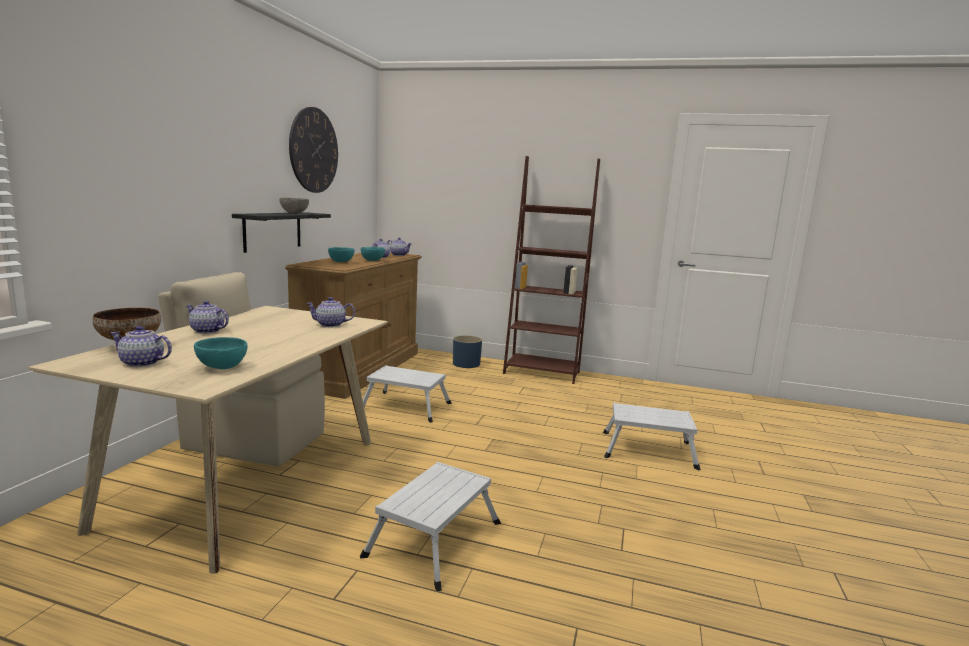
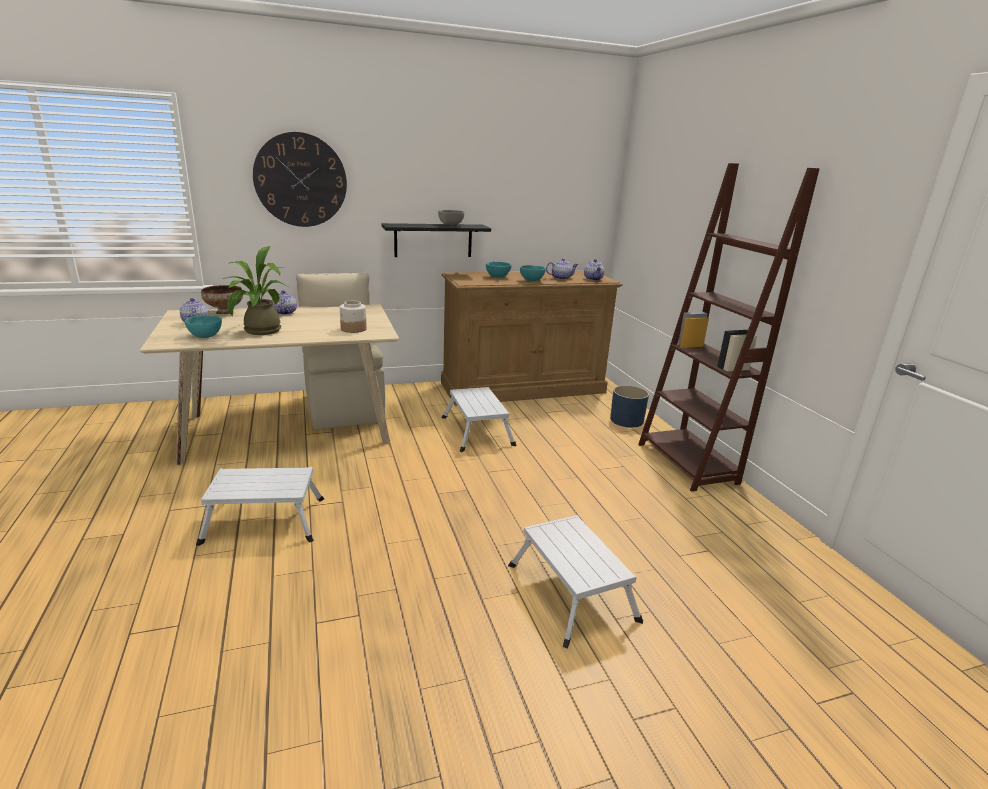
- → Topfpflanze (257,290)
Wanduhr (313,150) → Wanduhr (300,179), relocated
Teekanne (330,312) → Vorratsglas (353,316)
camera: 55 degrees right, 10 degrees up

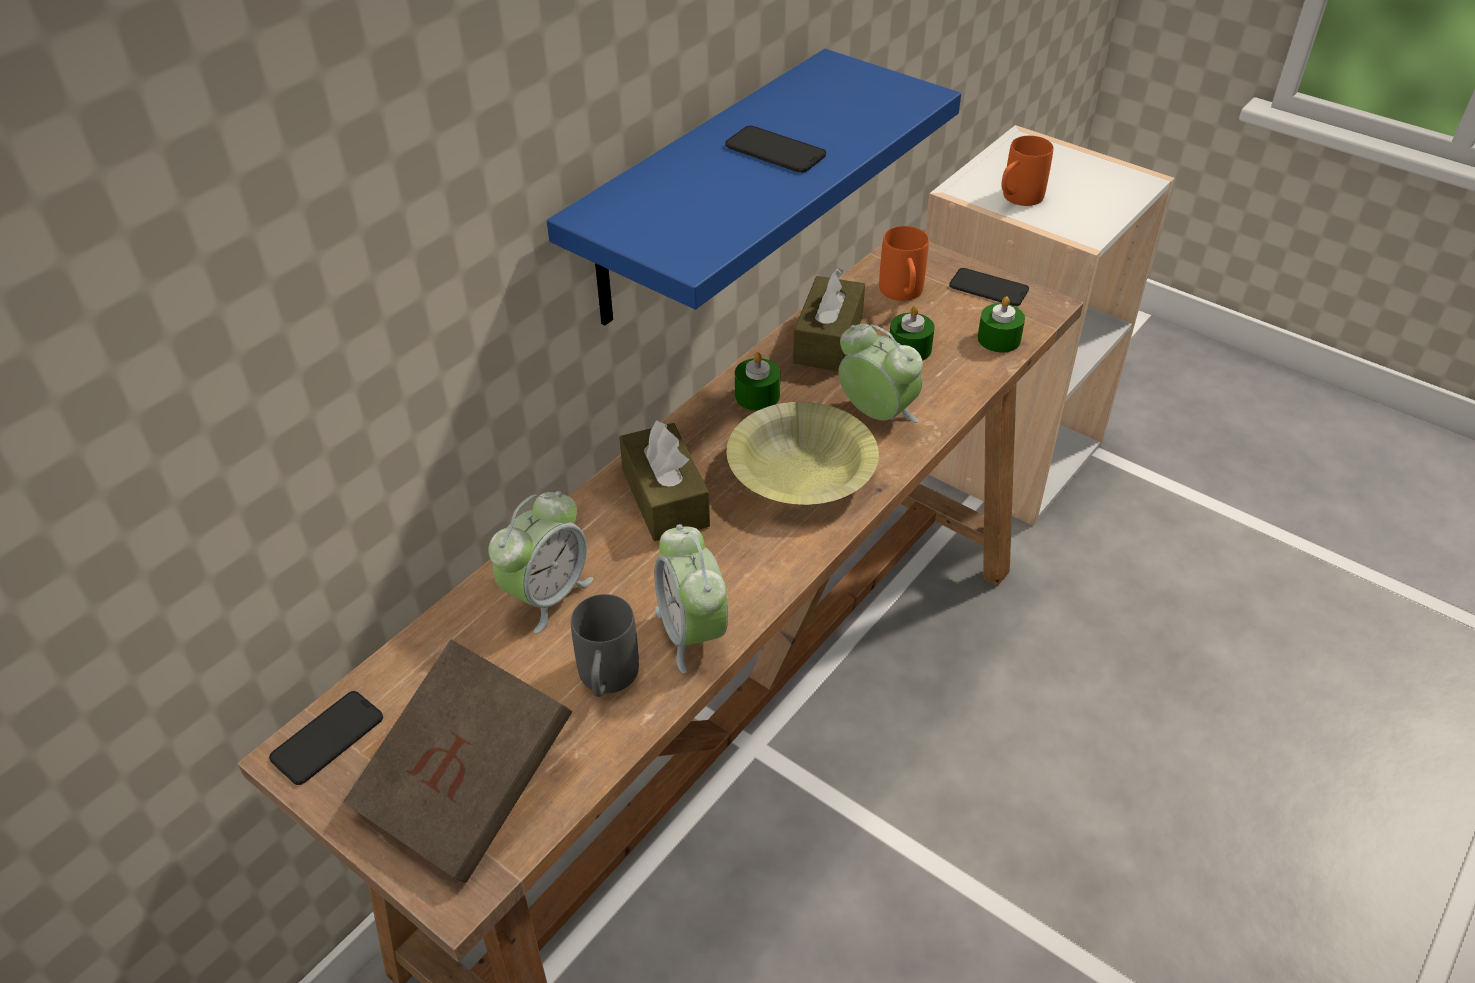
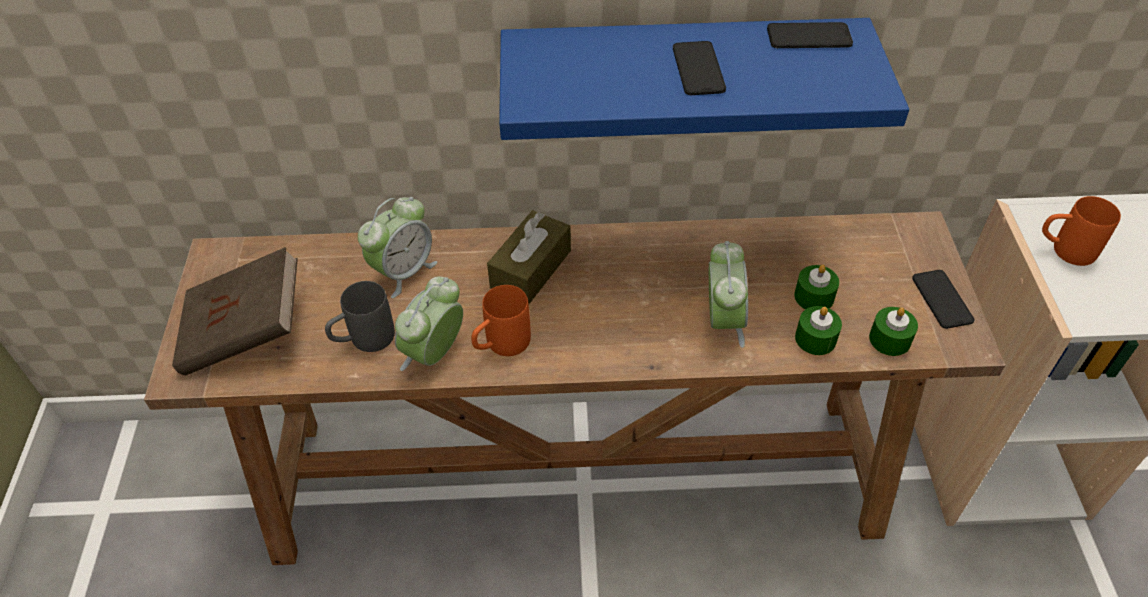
Wecker (540,562) → Wecker (398,247), 45 degrees counterclockwise
Henkelbecher (orange) (904,263) → Henkelbecher (orange) (501,320), relocated
Handy (326,738) → Handy (810,35), relocated
Kerze (grün) (757,381) → Kerze (grün) (818,330), relocated
Schüssel (gelb) (803,453) → -
Taschentuchbox (braun) (829,319) → -
camera: 50 degrees right, 5 degrees up

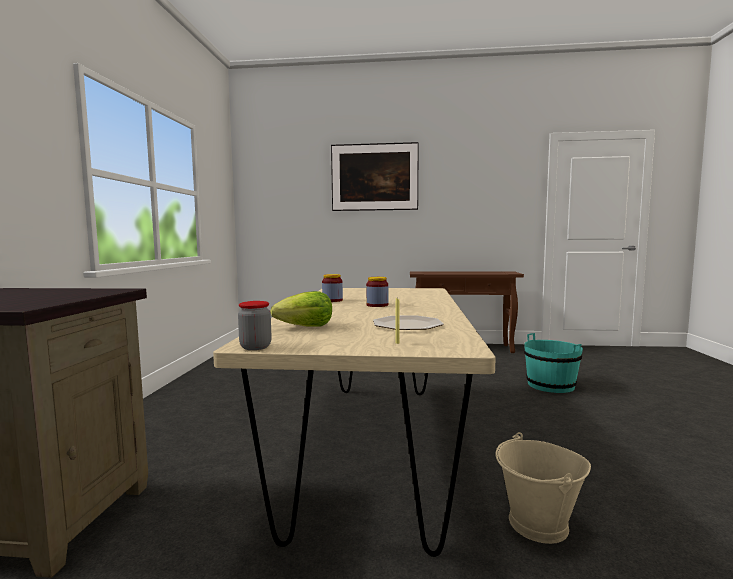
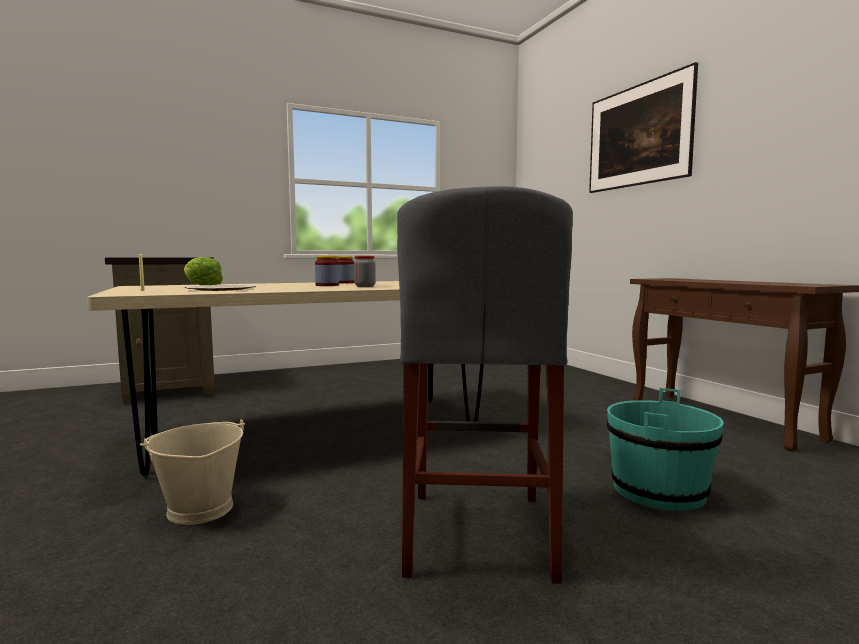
Vorratsglas (255,325) → Vorratsglas (365,271), relocated
- → Hocker (grau) (485,385)
camera: 60 degrees right, 0 degrees up

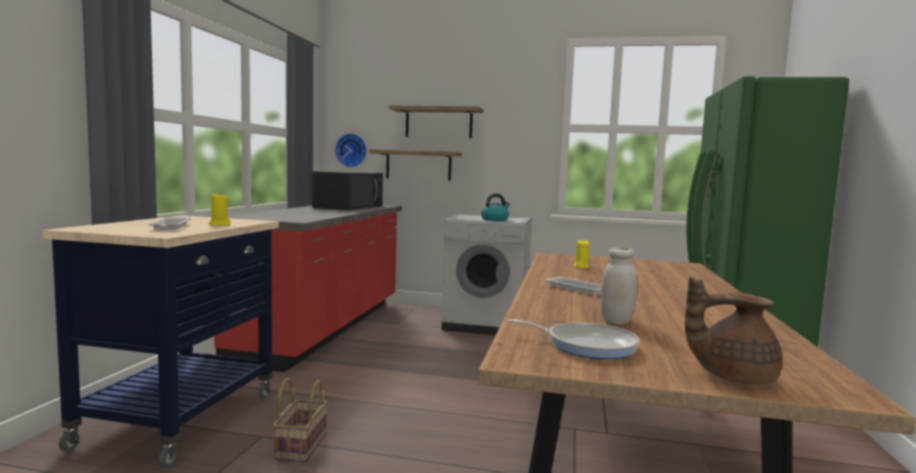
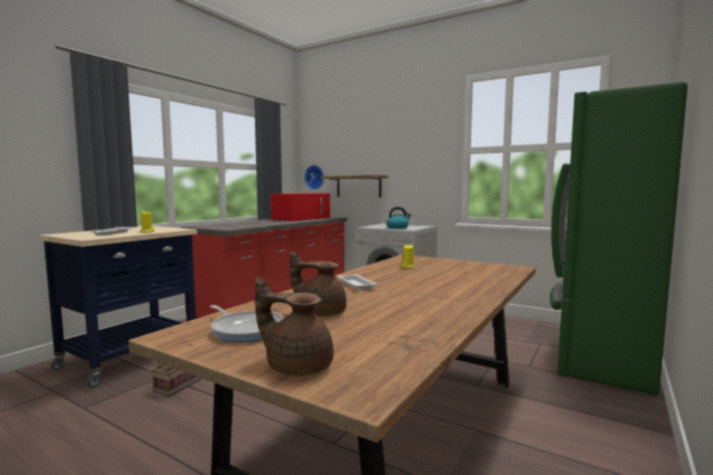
Mikrowelle (schwarz) (347,190) → Mikrowelle (rot) (300,207)
Vorratsglas (weiß) (619,286) → Teekanne (braun) (318,284)
Wandregal (436,121) → -
camera: 20 degrees right, 0 degrees up

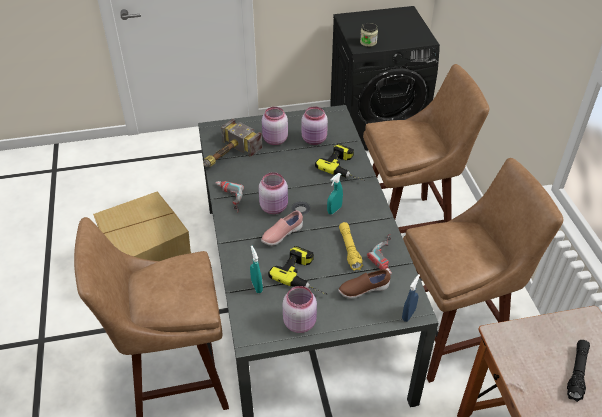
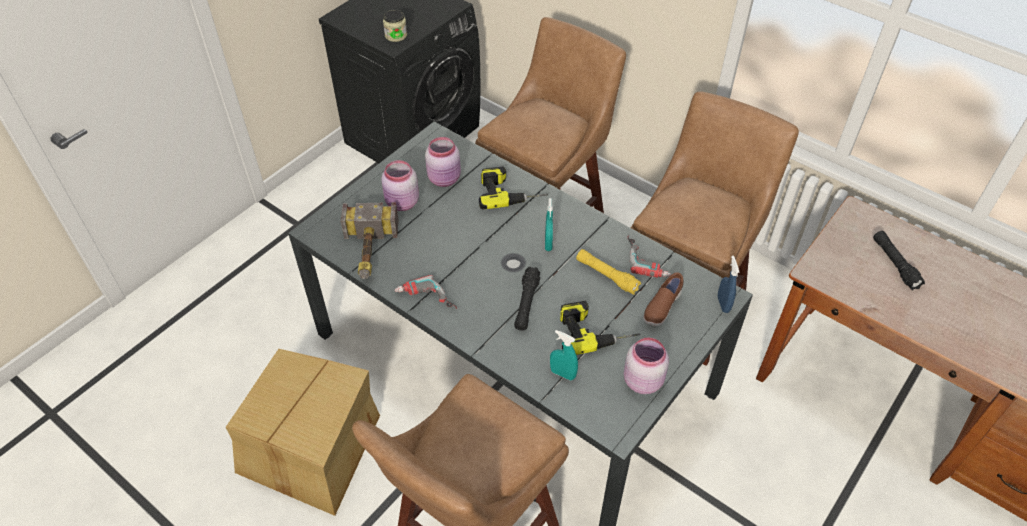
Schuh (rosa) (282,228) → Taschenlampe (schwarz) (527,298)
Vorratsglas (rosa) (273,193) → -
camera: 40 degrees left, 5 degrees up

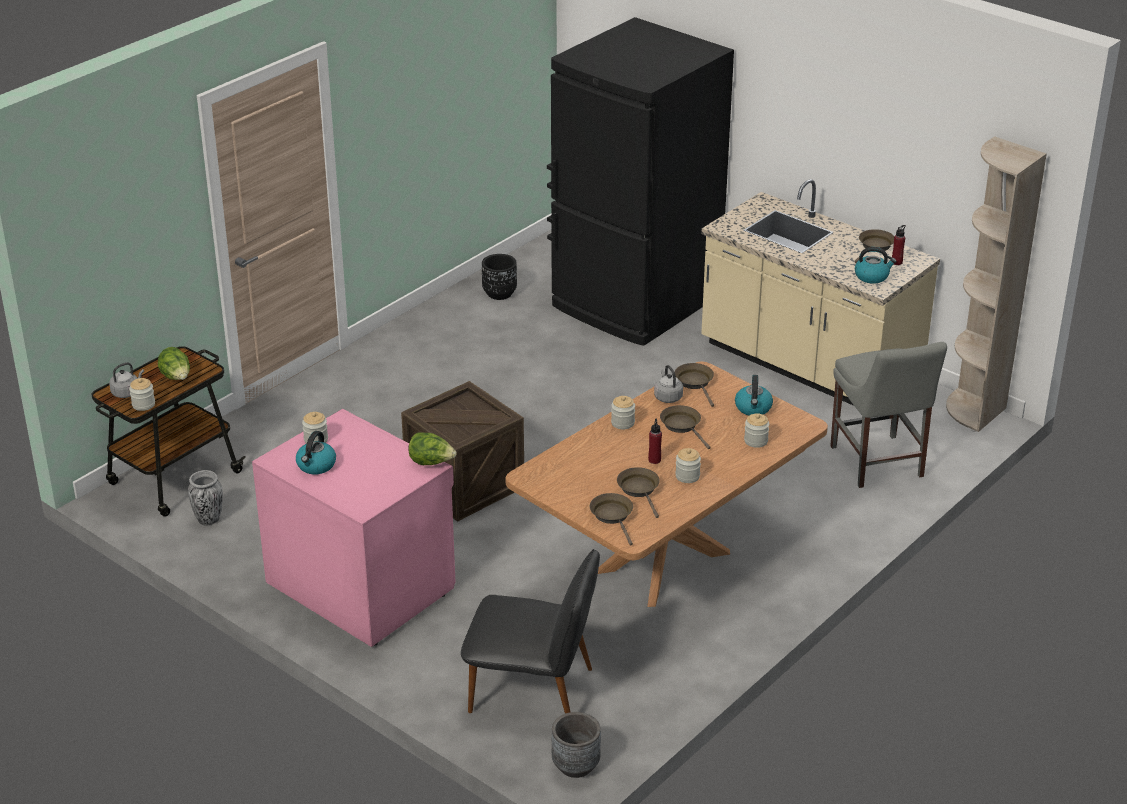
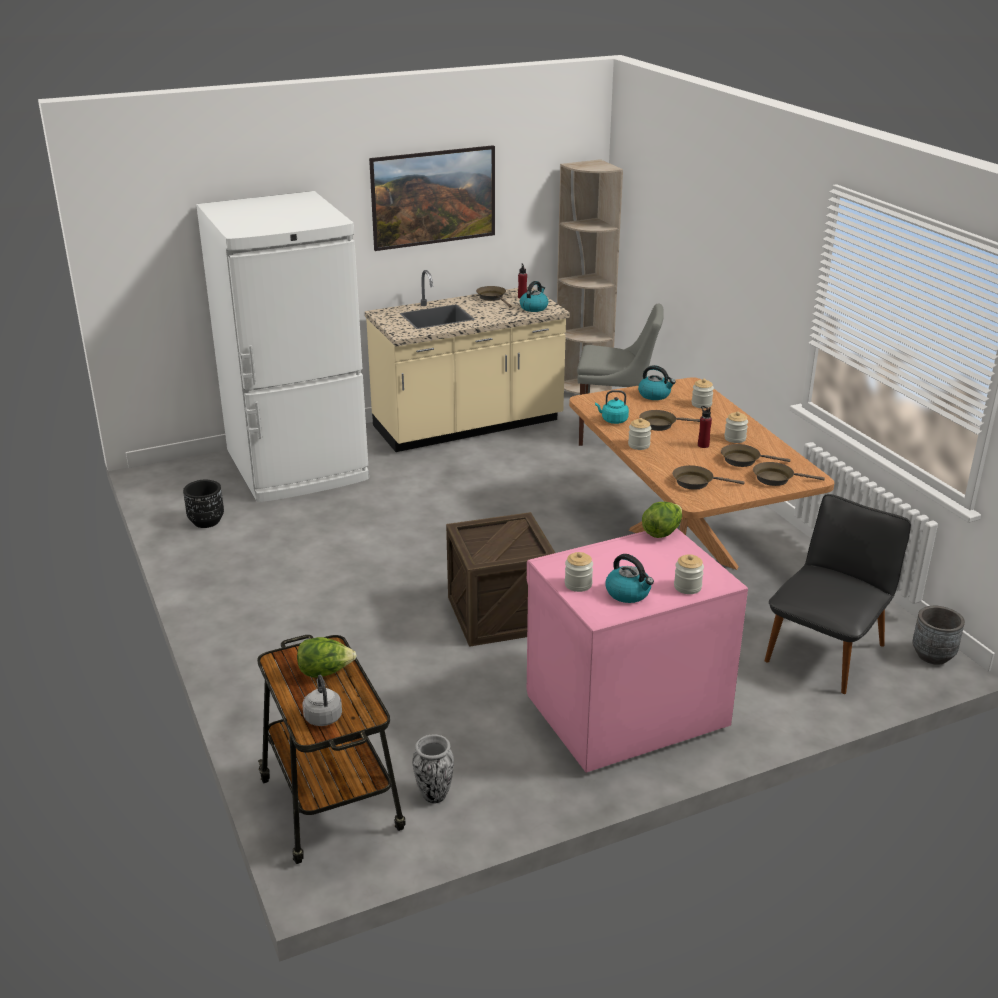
Kühlschrank (schwarz) (640,181) → Kühlschrank (weiß) (282,346)
- → Bild (432,198)
Wasserkessel (grau) (668,384) → Wasserkessel (türkis) (612,407)
Pfanne (braun) (694,385) → Pfanne (braun) (708,477), relocated
Vorratsglas (142,394) → Vorratsglas (689,574), relocated
camera: 65 degrees left, 5 degrees down

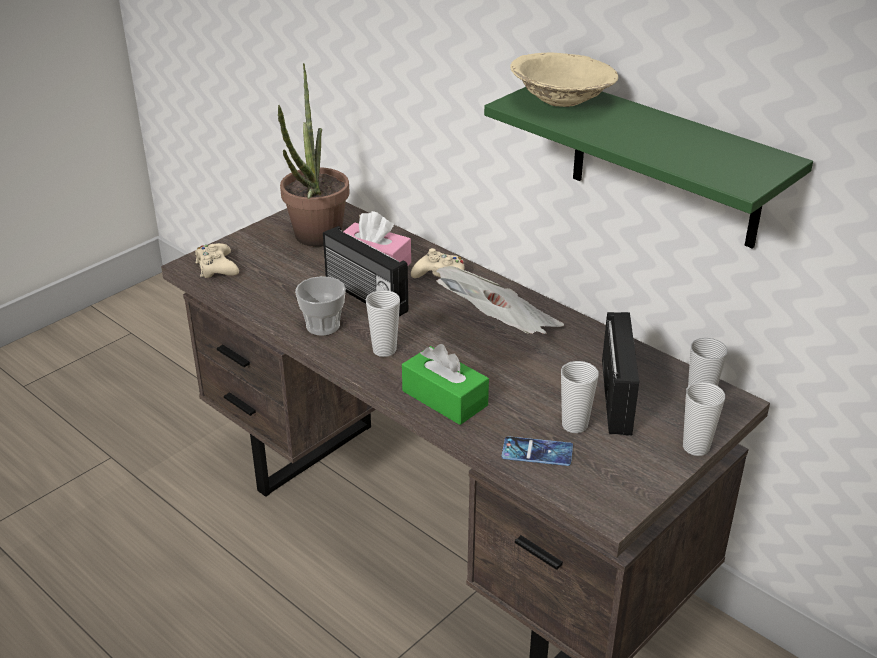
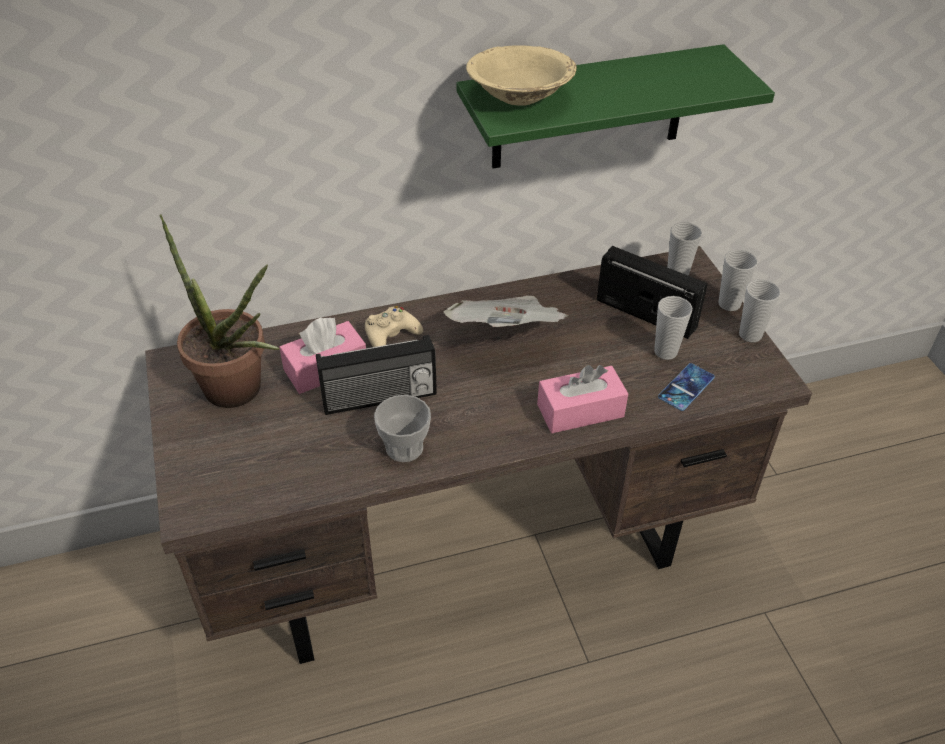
Taschentuchbox (grün) (445,384) → Taschentuchbox (rosa) (582,399)
Tasse (383,323) → Tasse (760,311), relocated
Gamepad (beige) (217,260) → -
camera: 60 degrees left, 10 degrees up

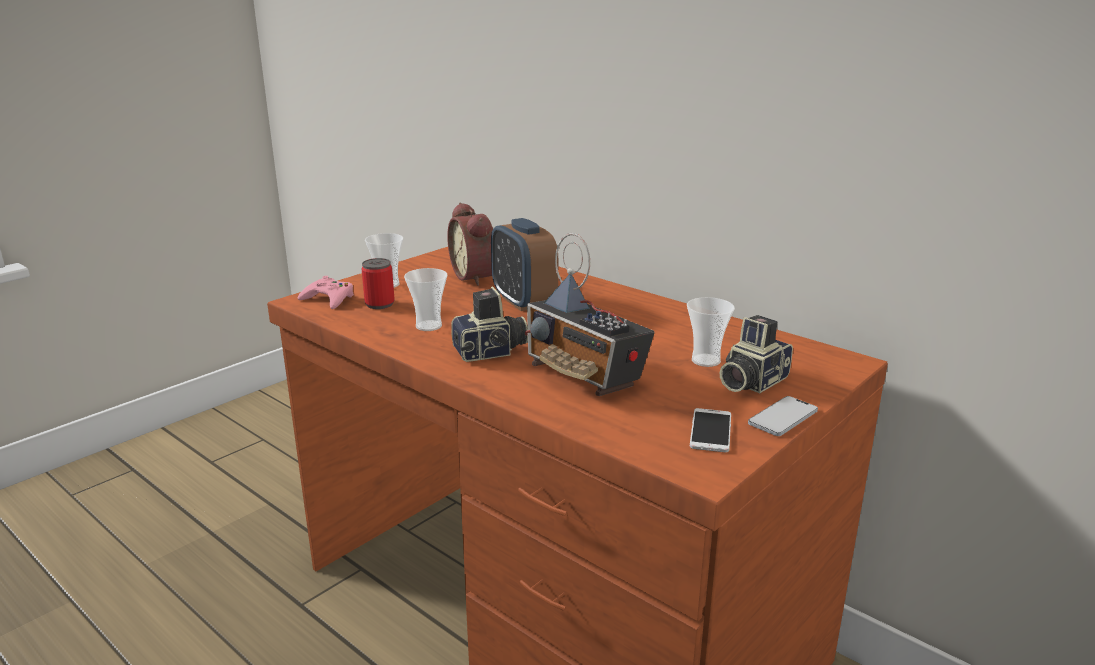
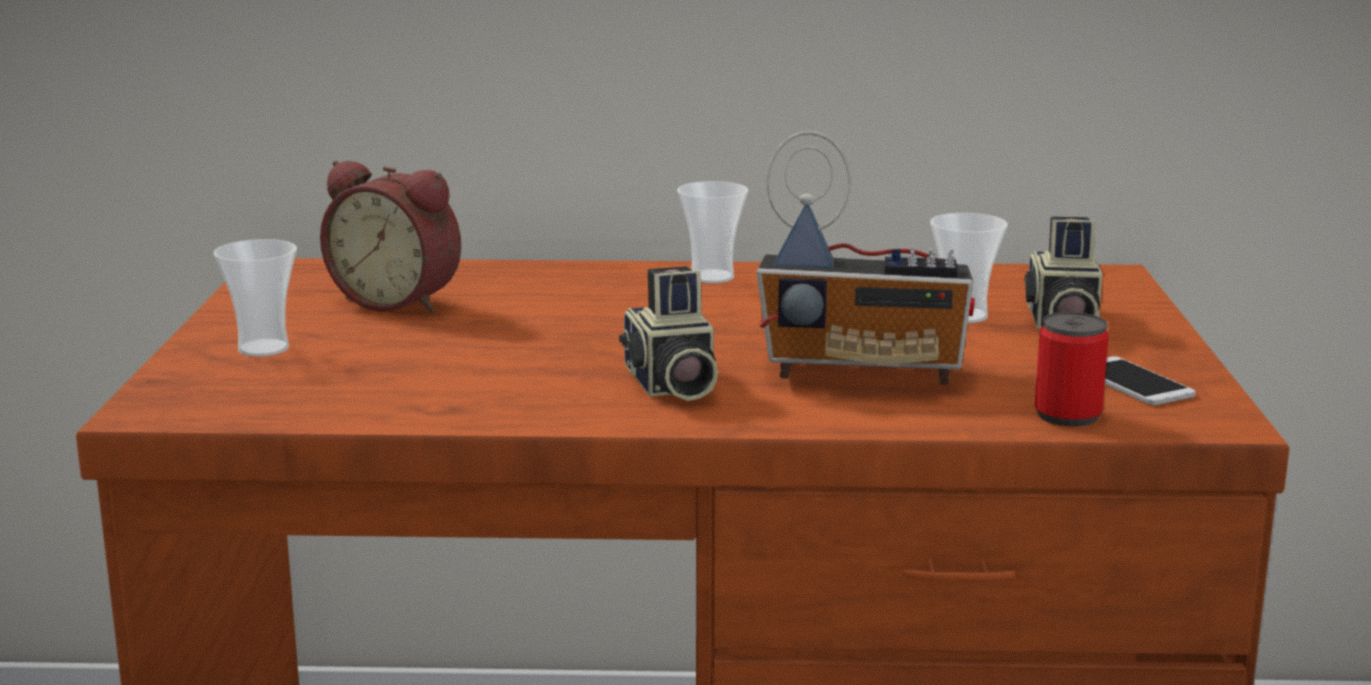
Kamera (490,324) → Kamera (668,333), 135 degrees clockwise
Tasse (426,299) → Tasse (713,232), relocated
Dose (378,283) → Dose (1072,369), relocated
Gamepad (rosa) (326,292) → -
Wecker (524,264) → -
Handy (783,416) → -
camera: 40 degrees left, 5 degrees down

